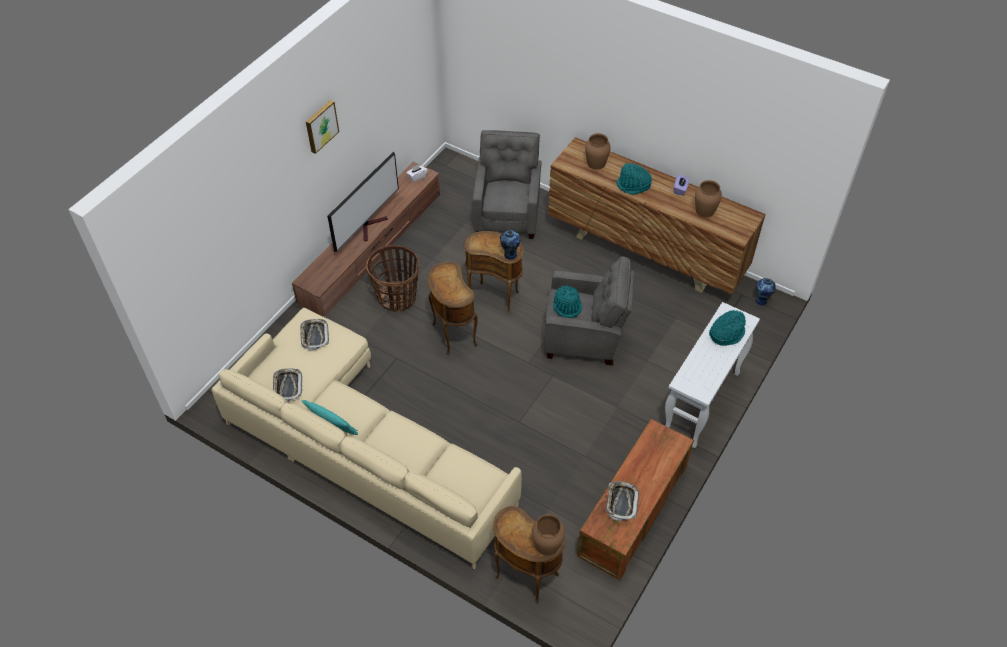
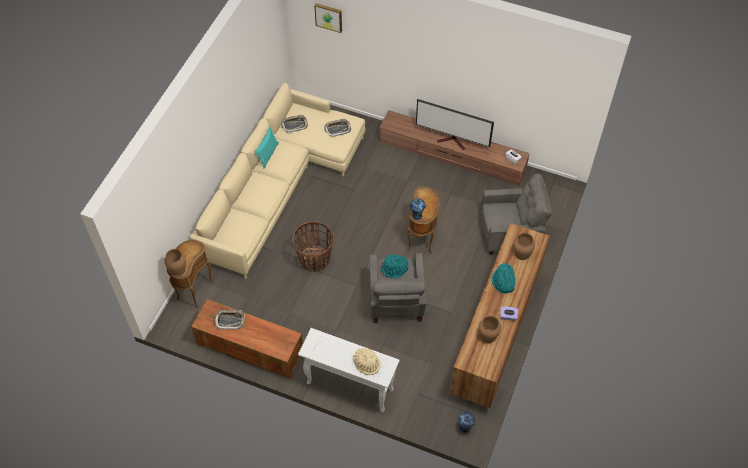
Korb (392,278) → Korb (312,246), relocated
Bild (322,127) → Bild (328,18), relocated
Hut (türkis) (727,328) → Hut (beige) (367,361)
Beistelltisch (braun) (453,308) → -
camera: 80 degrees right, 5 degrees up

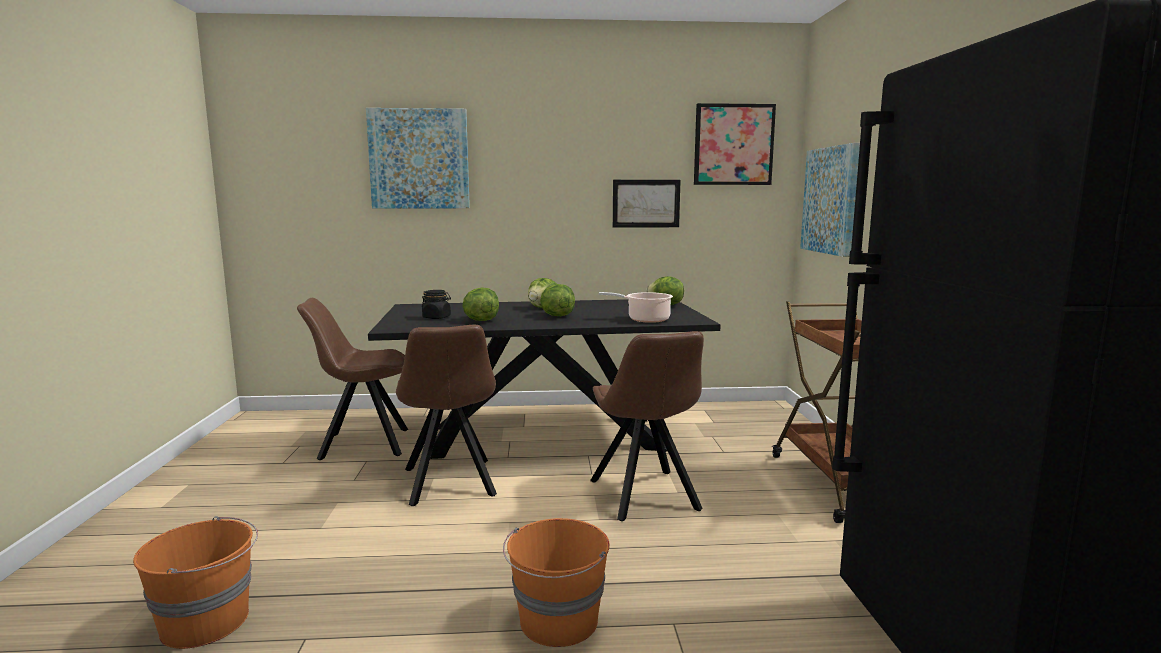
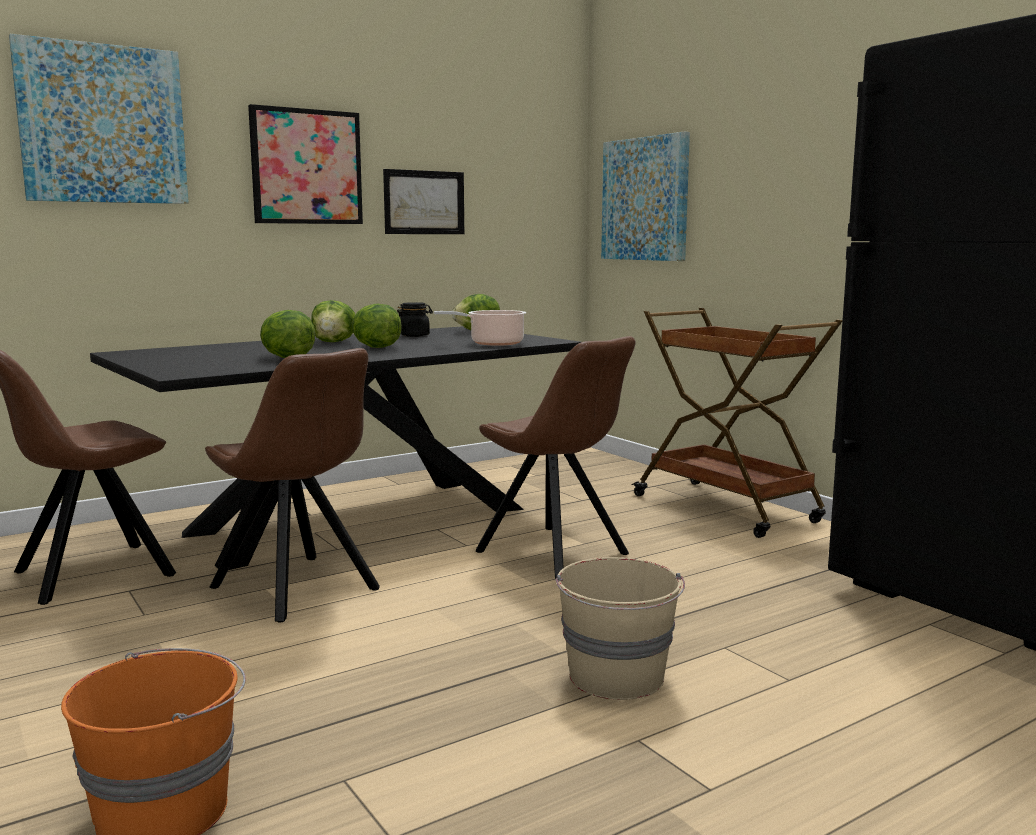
Bild (735,144) → Bild (305,164), relocated
Vorratsglas (schwarz) (436,304) → Vorratsglas (schwarz) (415,319), relocated
Eimer (orange) (556,582) → Eimer (beige) (620,628)
camera: 30 degrees left, 0 degrees up

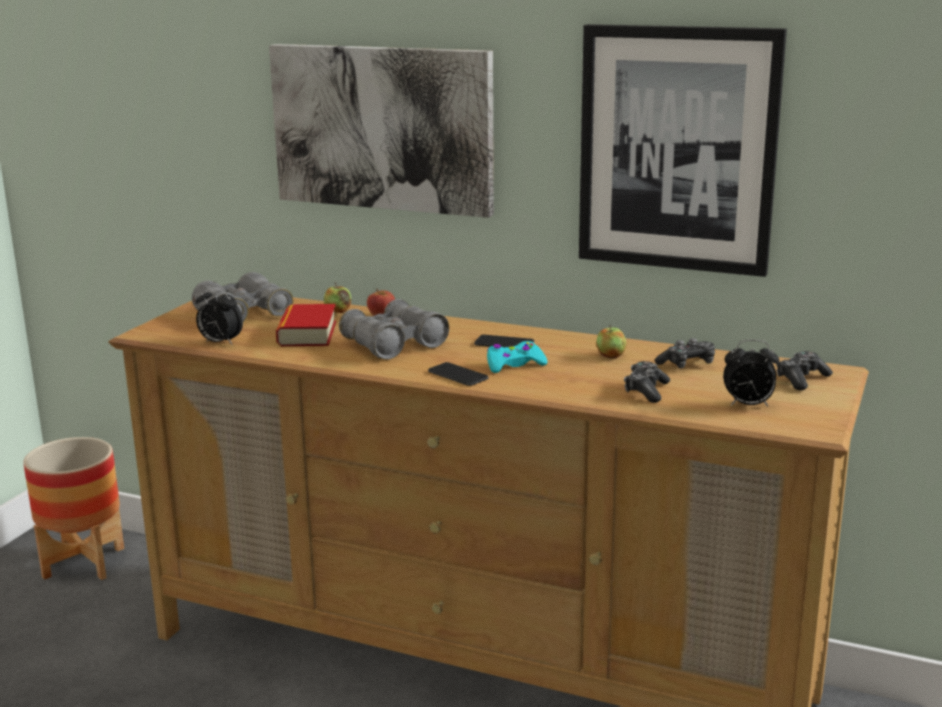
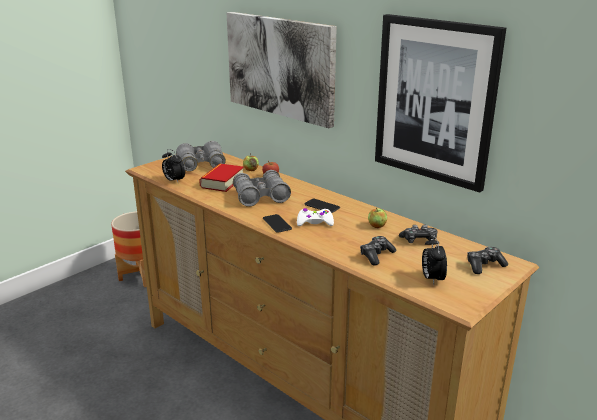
Gamepad (türkis) (517,357) → Gamepad (weiß) (315,217)
Wecker (751,373) → Wecker (434,260), 60 degrees clockwise
camera: 20 degrees right, 5 degrees up

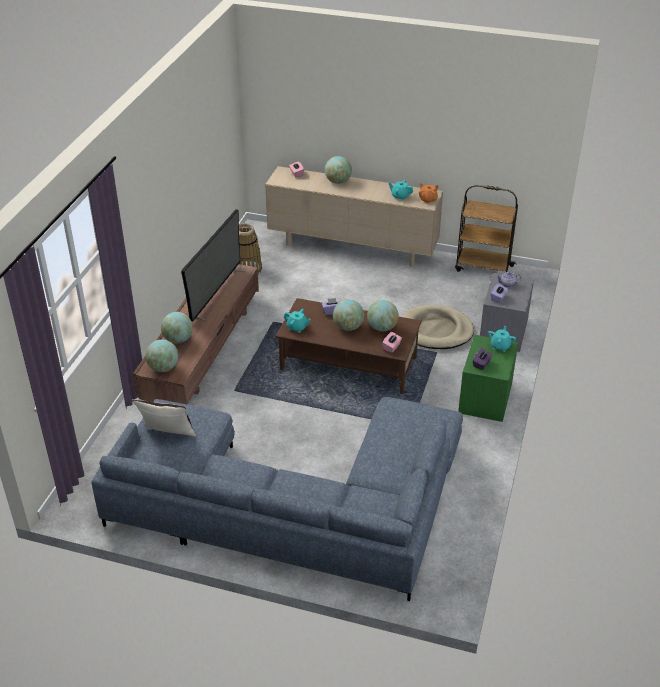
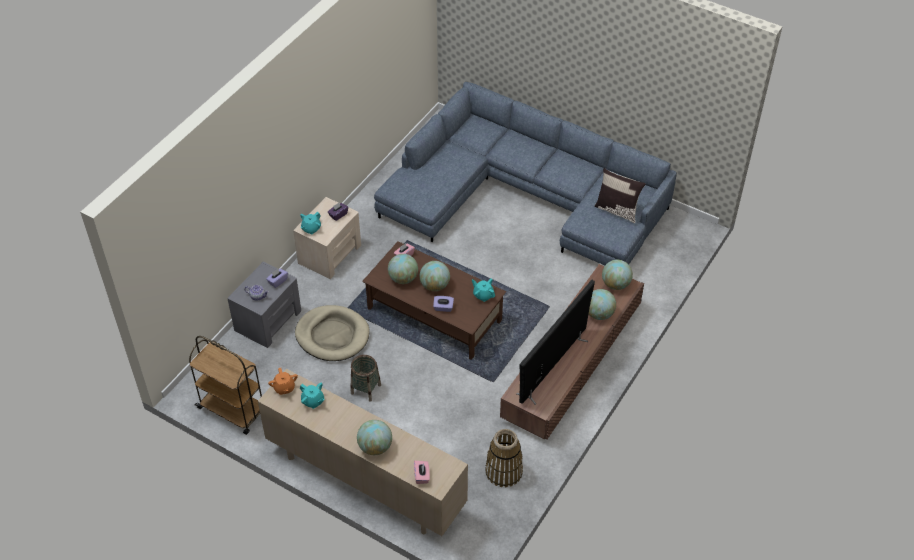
Nachttisch (grün) (488,378) → Nachttisch (beige) (327,238)
- → Korb (366,378)
camera: 165 degrees left, 10 degrees up

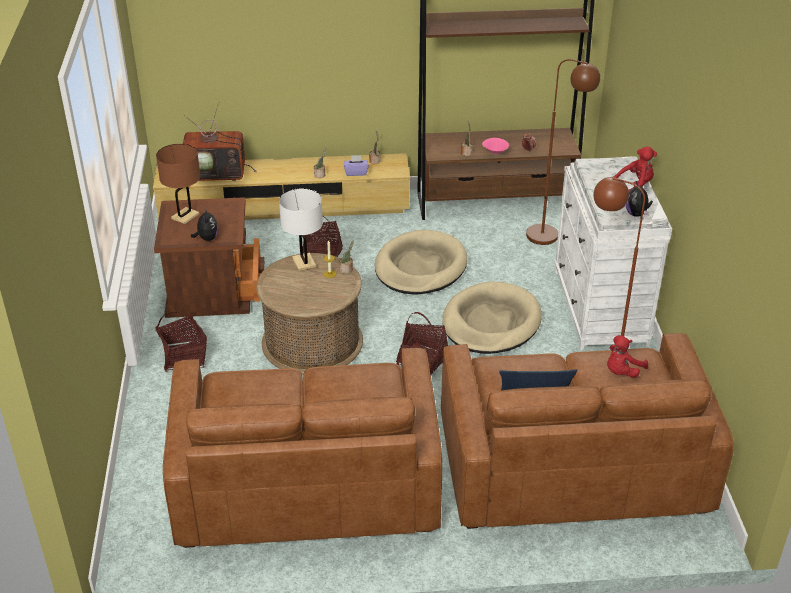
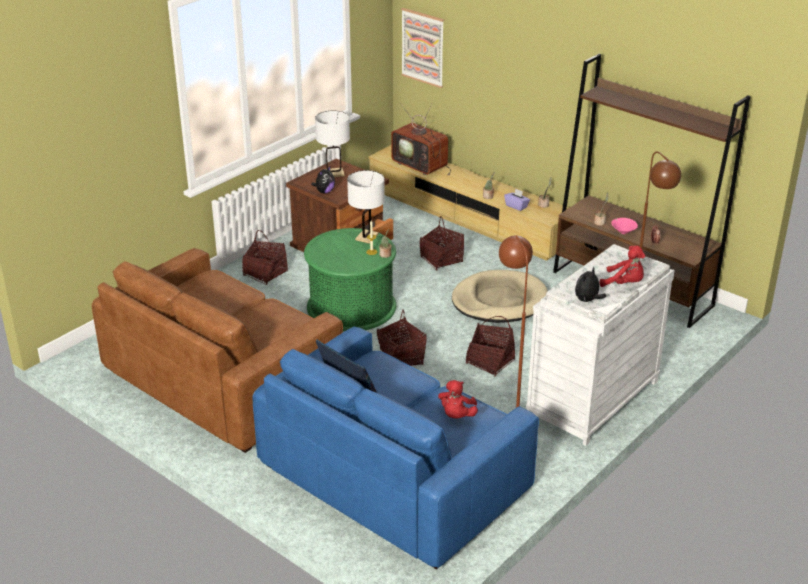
Sofa (braun) (587,431) → Sofa (blau) (396,447)
Couchtisch (braun) (309,314) → Couchtisch (grün) (350,280)
Tischlampe (braun) (178,184) → Tischlampe (weiß) (332,143)
- → Bild (422,48)
Plüschtier (rot) (627,356) → Plüschtier (rot) (458,399), 75 degrees counterclockwise
Hundebett (beige) (492,318) → Korb (490,346)
camera: 45 degrees right, 5 degrees down

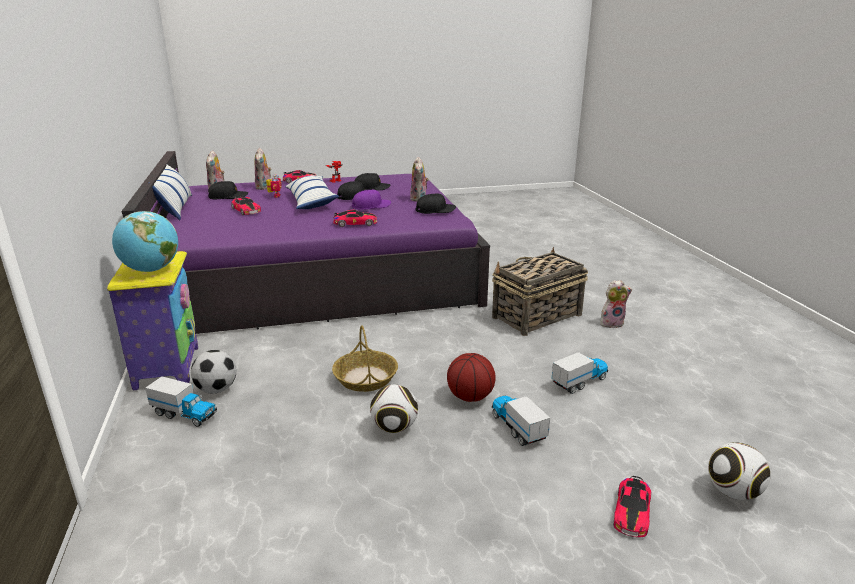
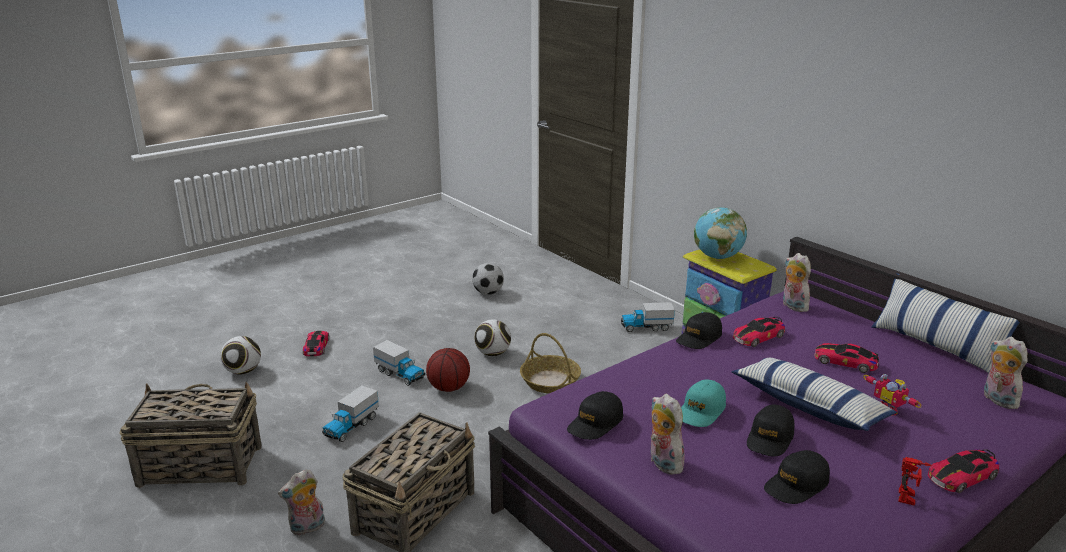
- → Korb (190,435)
Fußball (213,372) → Fußball (488,279), relocated
Kappe (schwarz) (228,190) → Kappe (schwarz) (699,330), relocated
Kappe (lila) (371,200) → Kappe (türkis) (703,403)
Spielzeugauto (355,218) → Spielzeugauto (759,332), relocated
Plüschtier (263,169) → Plüschtier (797,282), relocated
camera: 155 degrees right, 0 degrees up

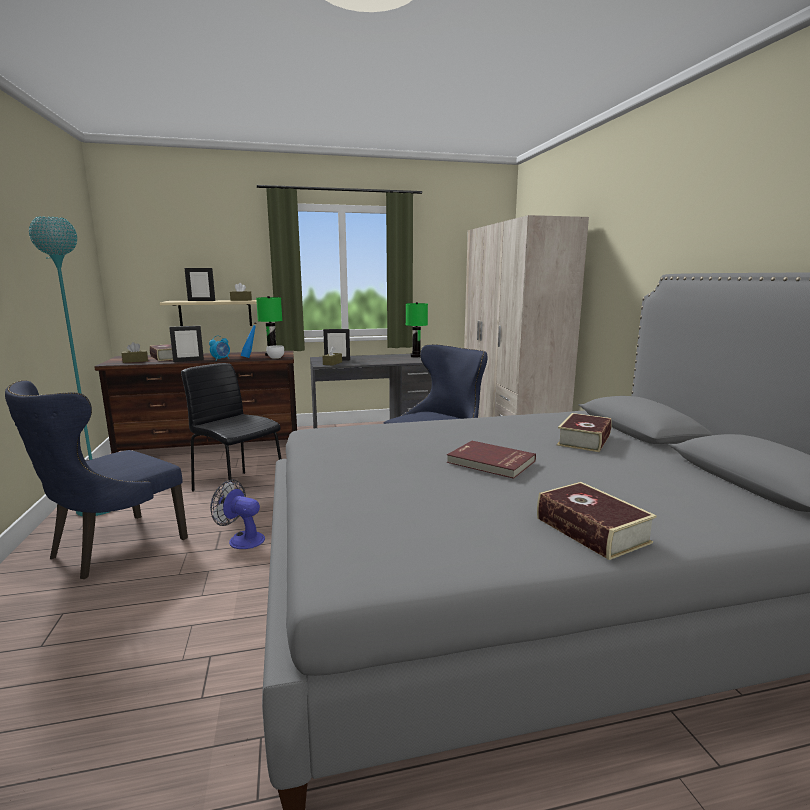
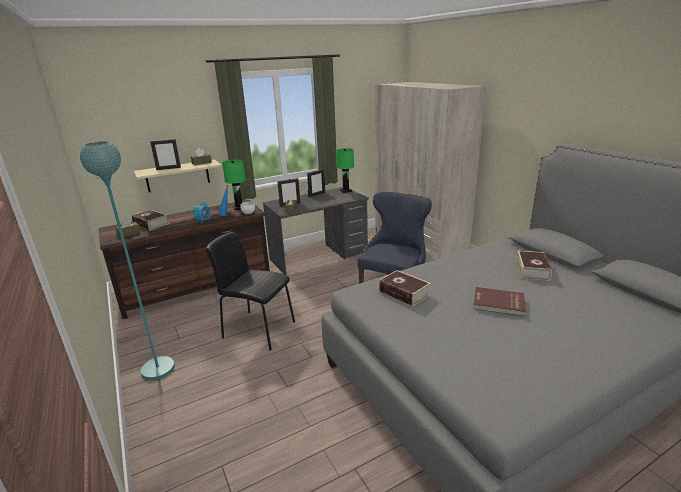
Bilderrahmen (186,344) → Bilderrahmen (316,183), relocated
Buch (597,521) → Buch (405,288), relocated
Stuhl (blau) (96,479) → -
Ventilator (237,514) → -
camera: 15 degrees left, 10 degrees up

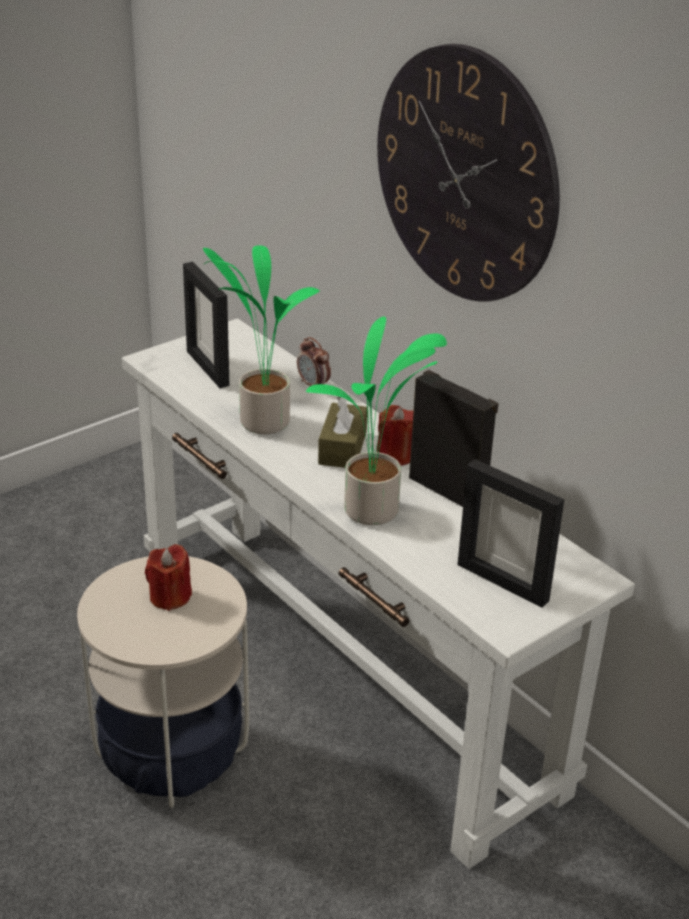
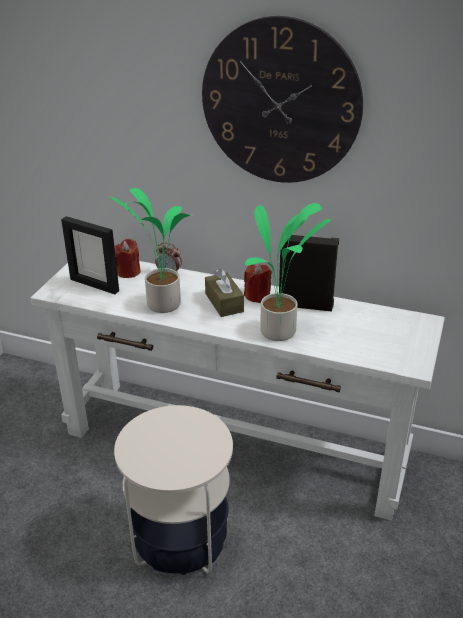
Kerze (rot) (168,577) → Kerze (rot) (127,258), relocated
Bilderrahmen (511,533) → -
camera: 30 degrees left, 0 degrees up

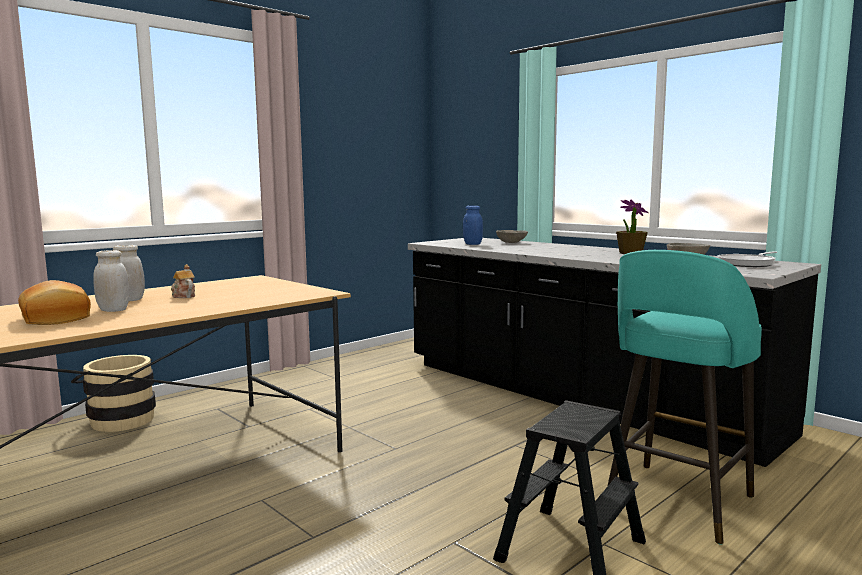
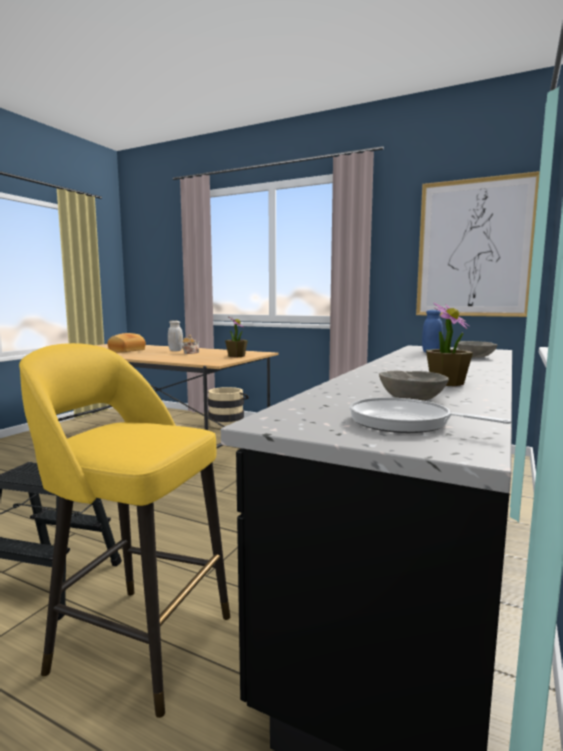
Hocker (türkis) (684,397) → Hocker (gelb) (124,530)
- → Topfpflanze (236,336)
- → Bild (478,244)
Vorratsglas (weiß) (111,281) → -
camera: 70 degrees right, 0 degrees up

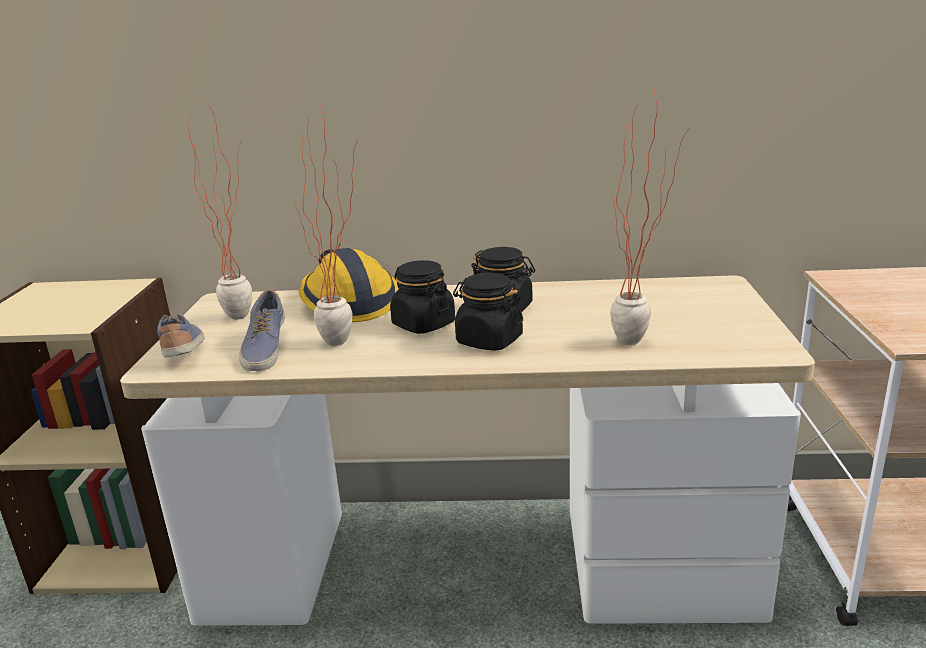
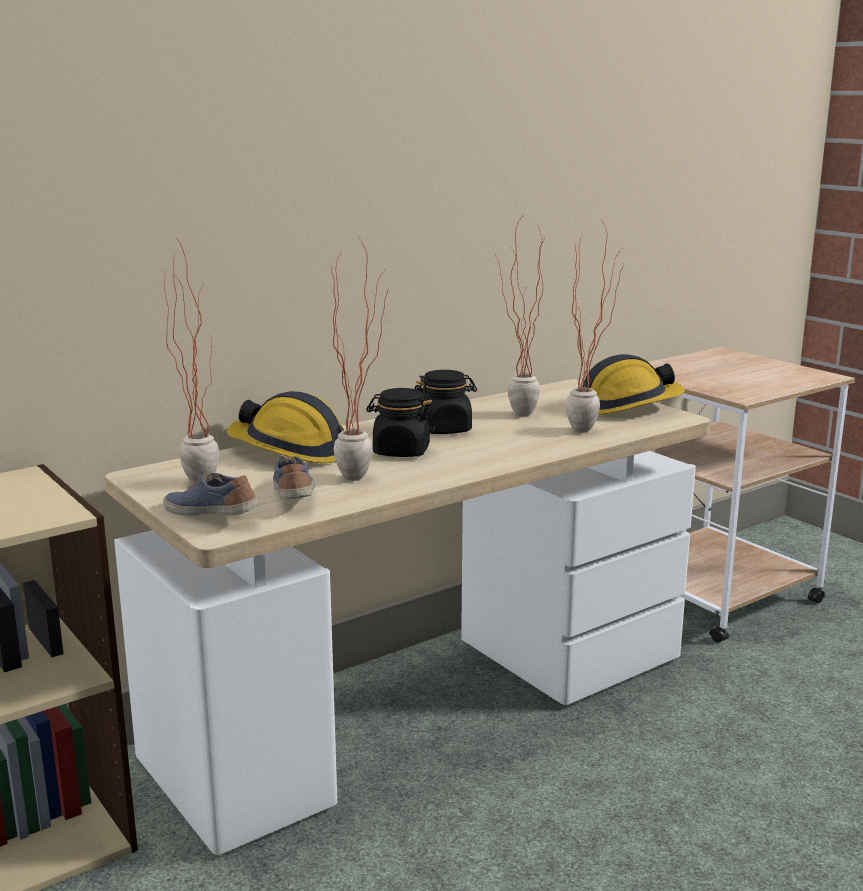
Schuh (262,330) → Schuh (294,477), 150 degrees counterclockwise
- → Topfpflanze (520,315)
- → Schutzhelm (633,384)
Vorratsglas (schwarz) (488,312) → -
camera: 40 degrees left, 5 degrees down

